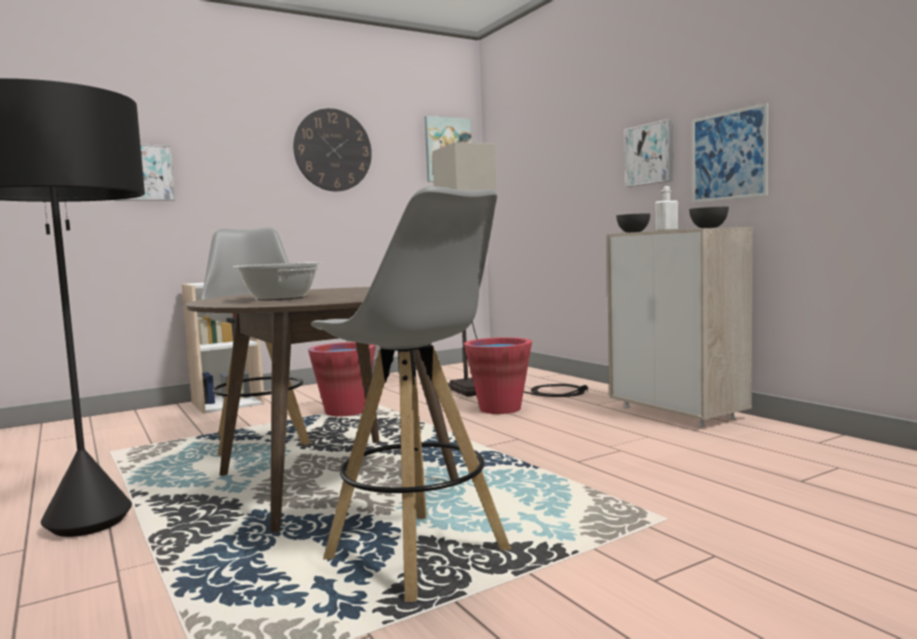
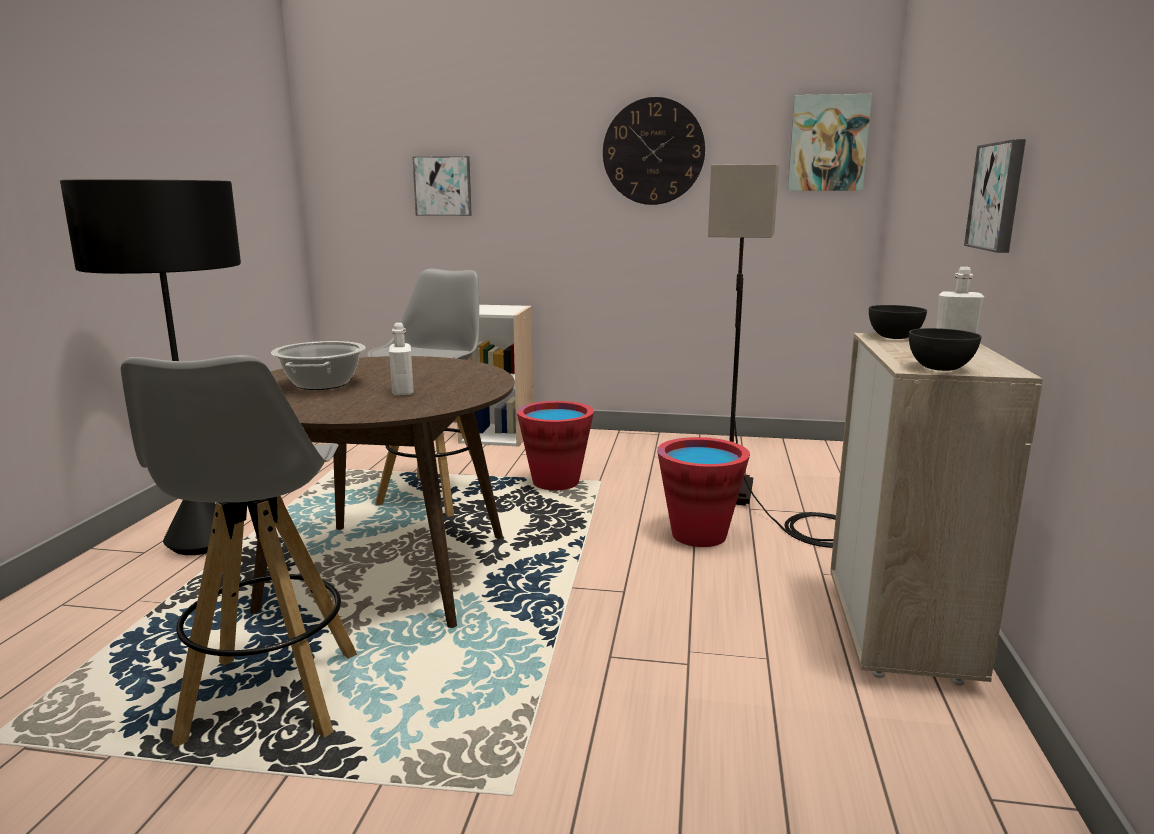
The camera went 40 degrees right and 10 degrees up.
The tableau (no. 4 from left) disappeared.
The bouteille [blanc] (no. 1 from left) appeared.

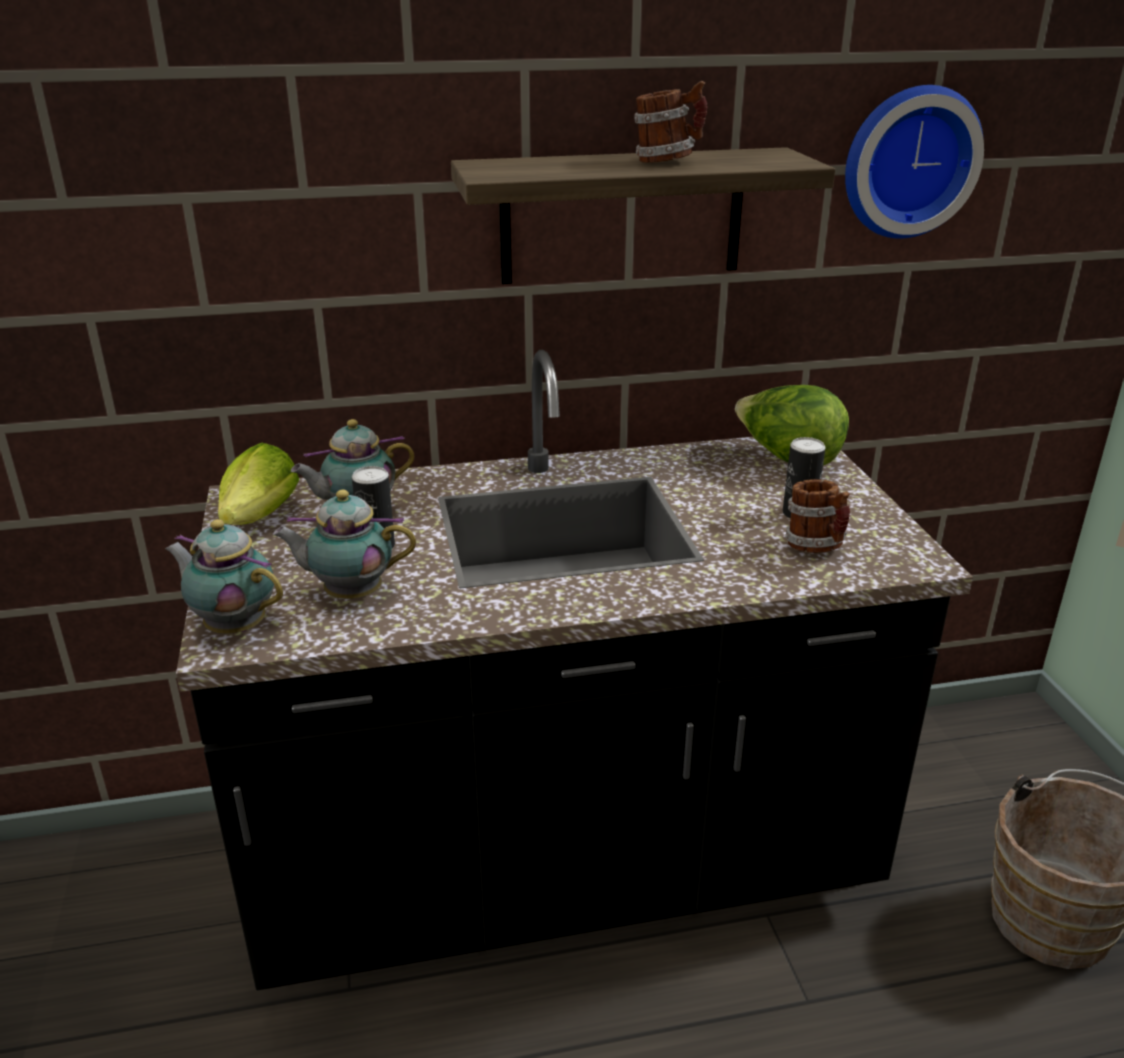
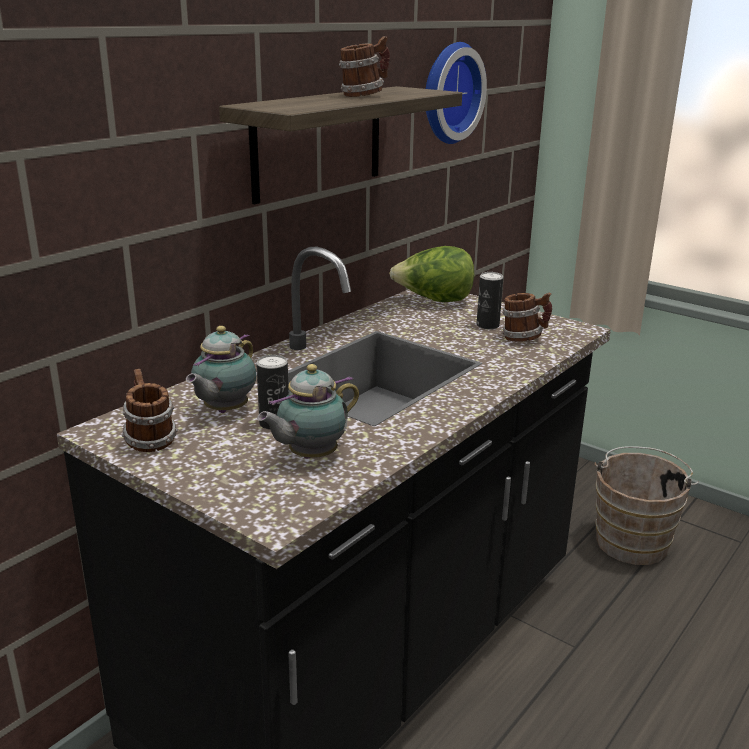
The camera went 40 degrees left and 5 degrees down.
The laitue (no. 1 from left) was replaced by the mug (no. 1 from left).
The théière (no. 1 from left) disappeared.

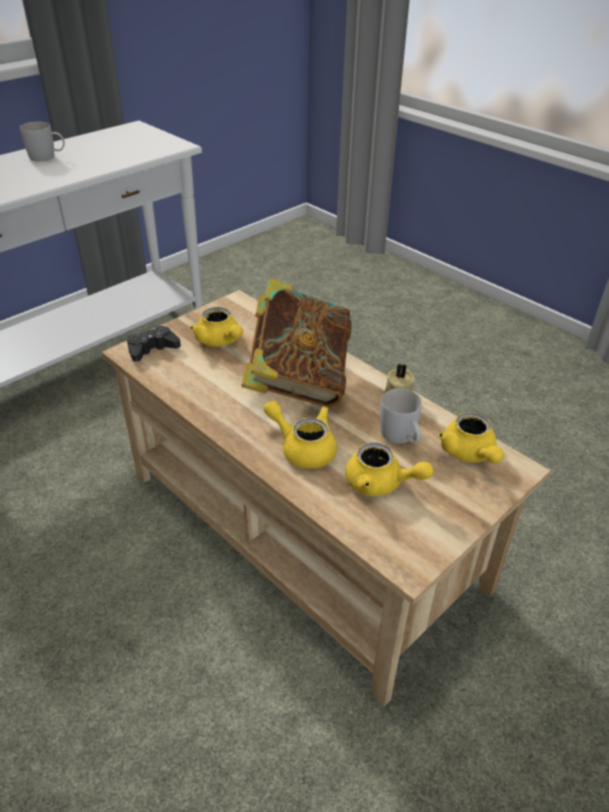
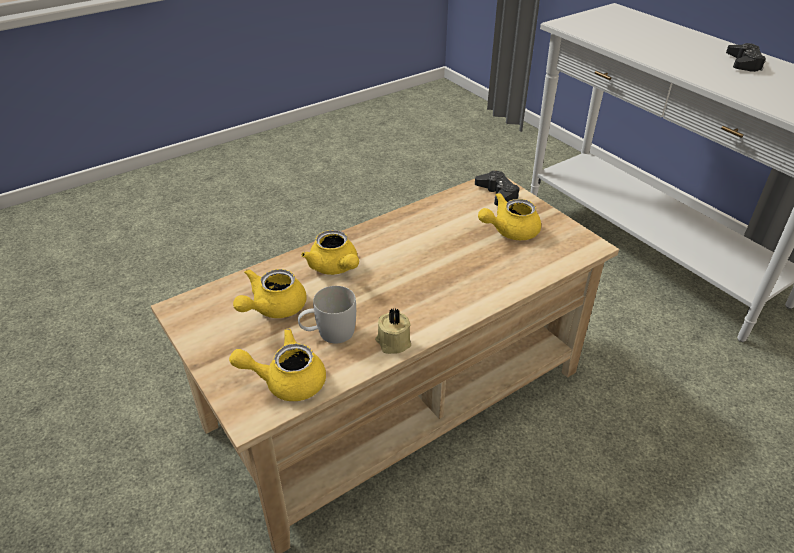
The camera went 100 degrees right and 0 degrees up.
The mug [blanc] (no. 1 from left) was replaced by the manette [noir] (no. 2 from left).
The livre disappeared.
The théière [jaune] (no. 2 from left in the first image) turned 105 degrees clockwise.

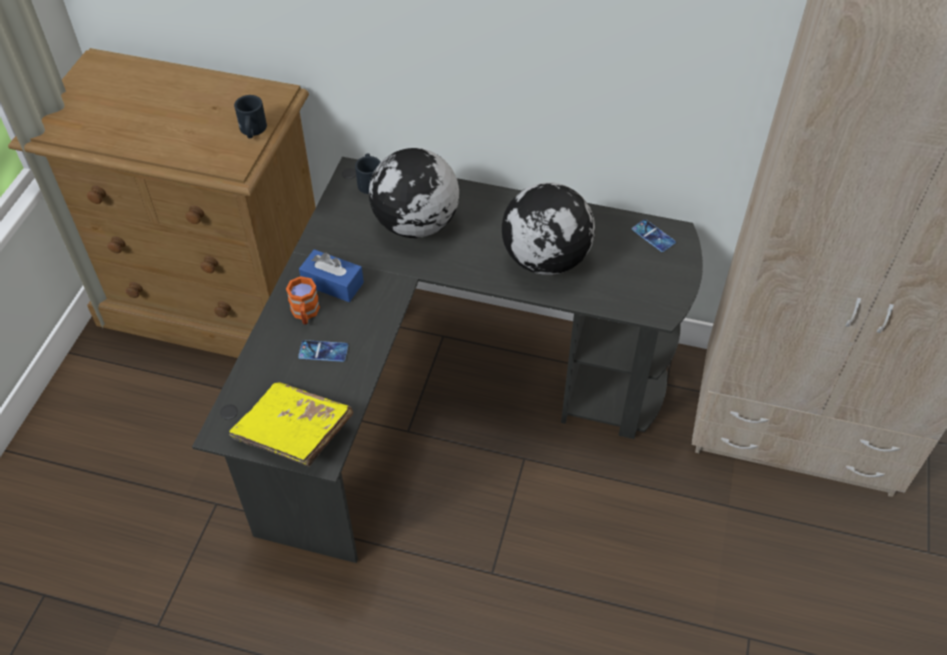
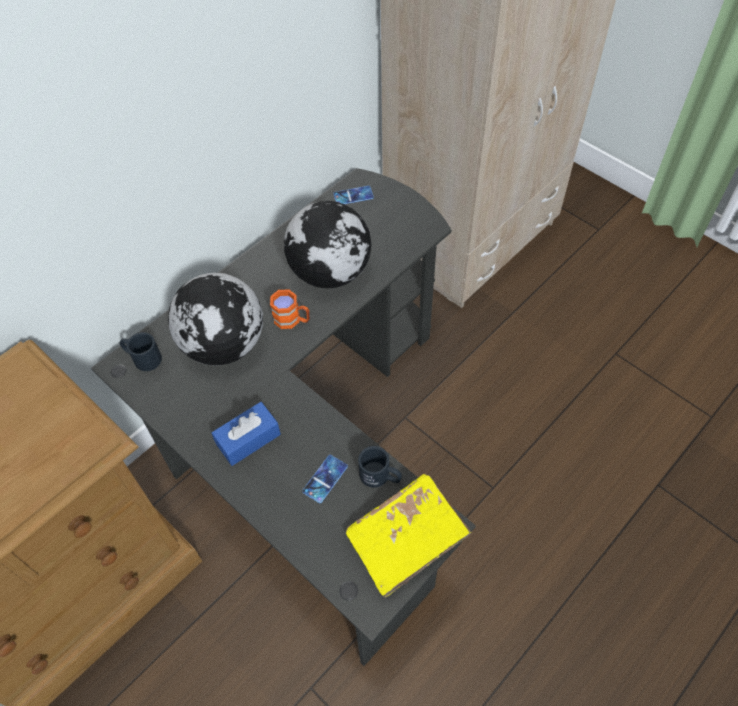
The camera went 60 degrees left and 5 degrees up.
The mug [noir] (no. 1 from left in the first image) moved.
The mug [orange] moved.

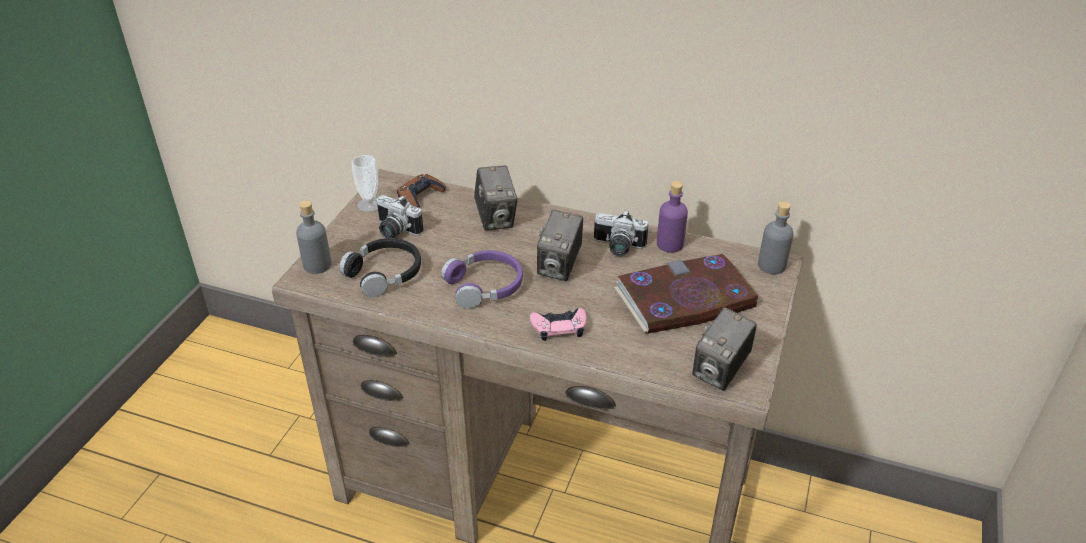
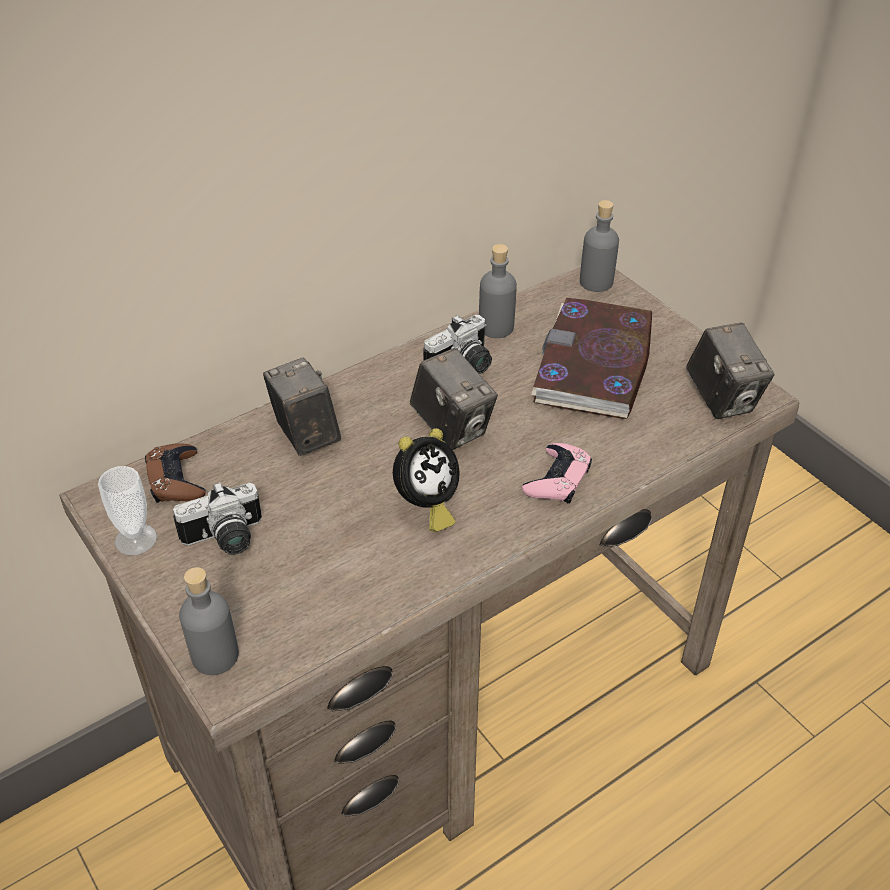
The camera went 55 degrees left and 5 degrees up.
The appareil photo (no. 2 from left) turned 135 degrees counterclockwise.
The bouteille [violet] became the bouteille [gris] (no. 2 from left).
The casque audio [noir] disappeared.
The casque audio [violet] was replaced by the réveil.

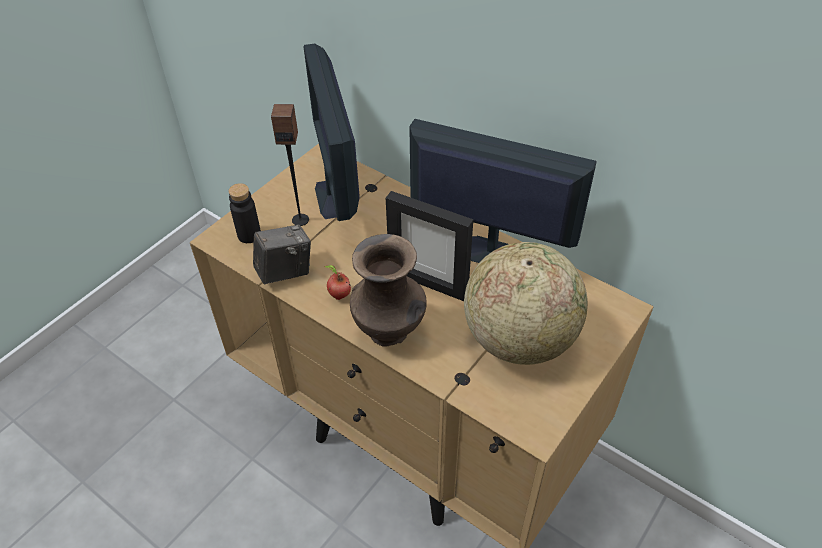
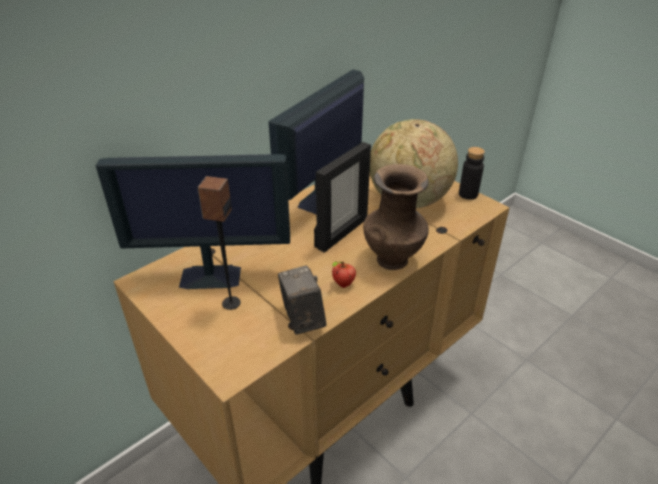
The camera went 80 degrees left and 10 degrees down.
The bouteille [noir] moved.

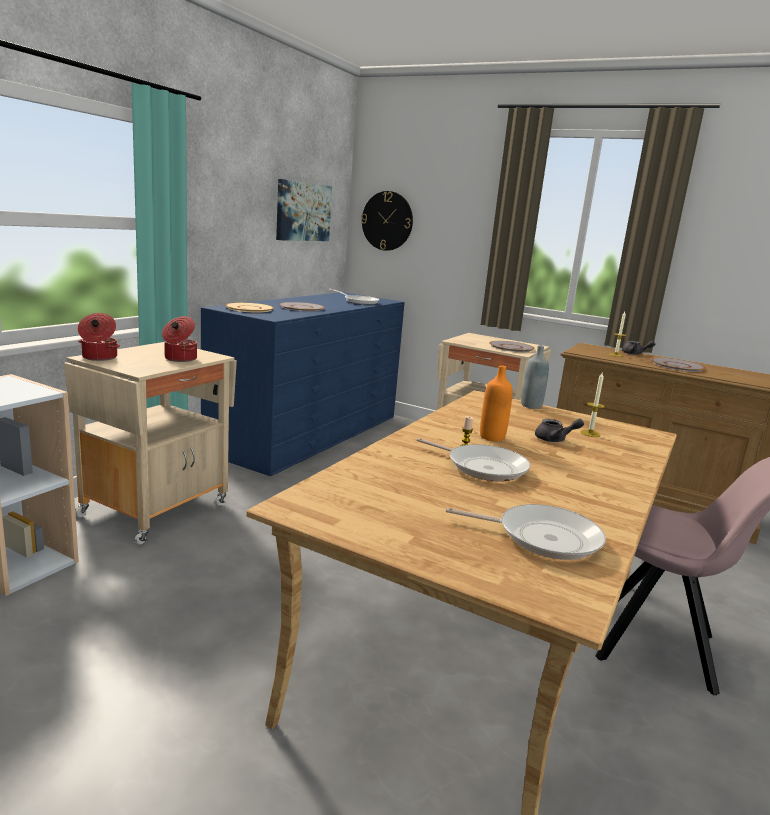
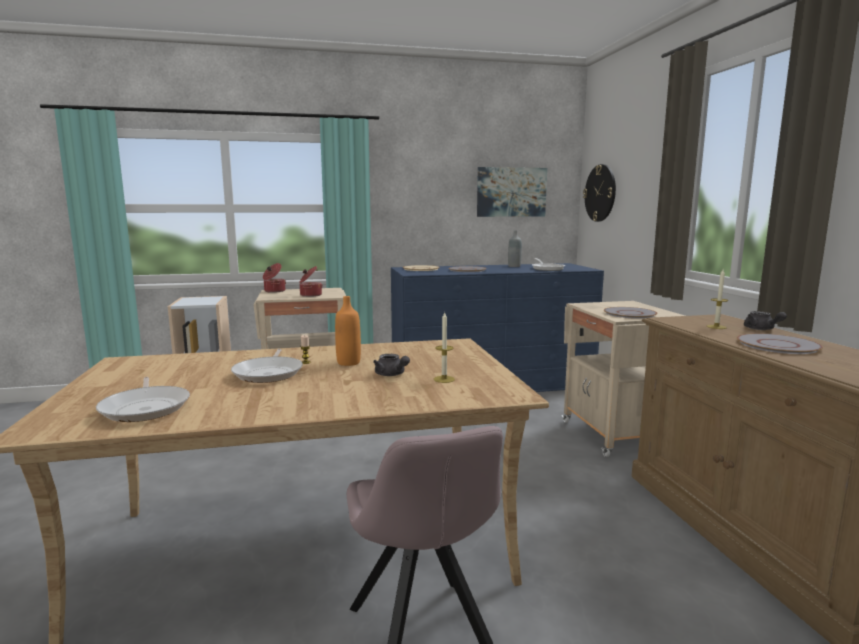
The camera went 50 degrees right and 5 degrees down.
The bouteille [gris] moved.

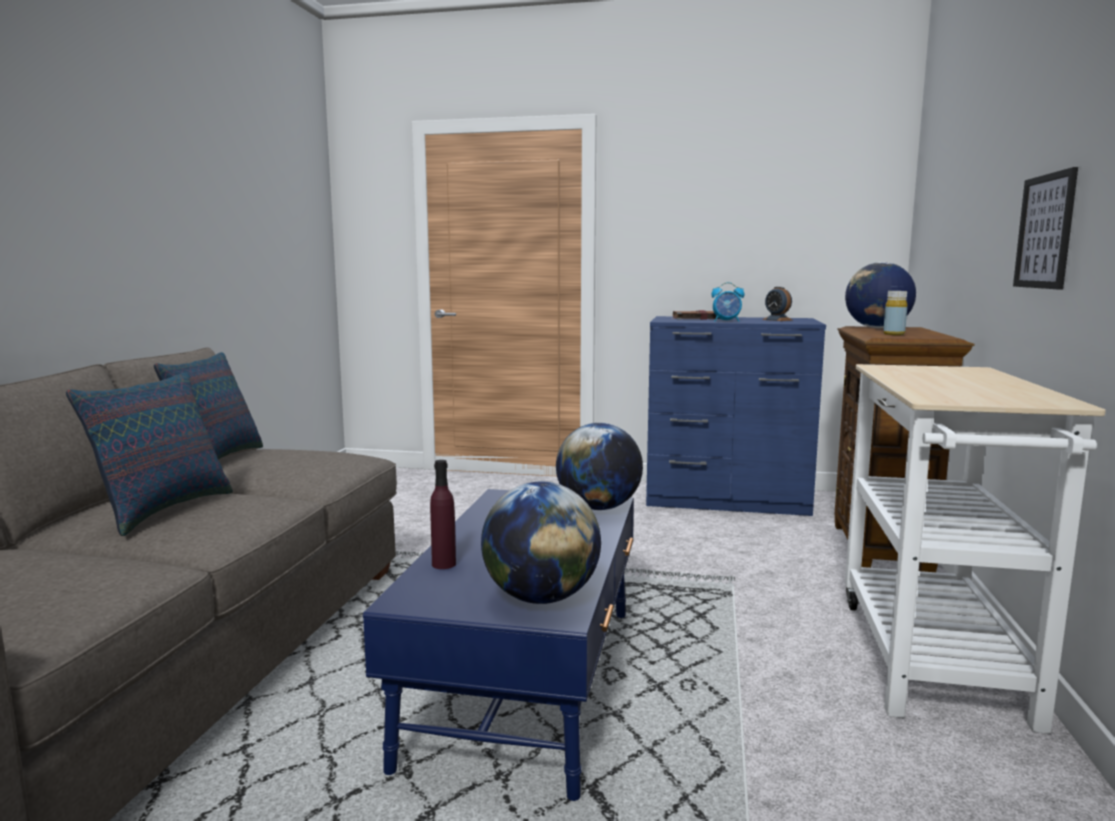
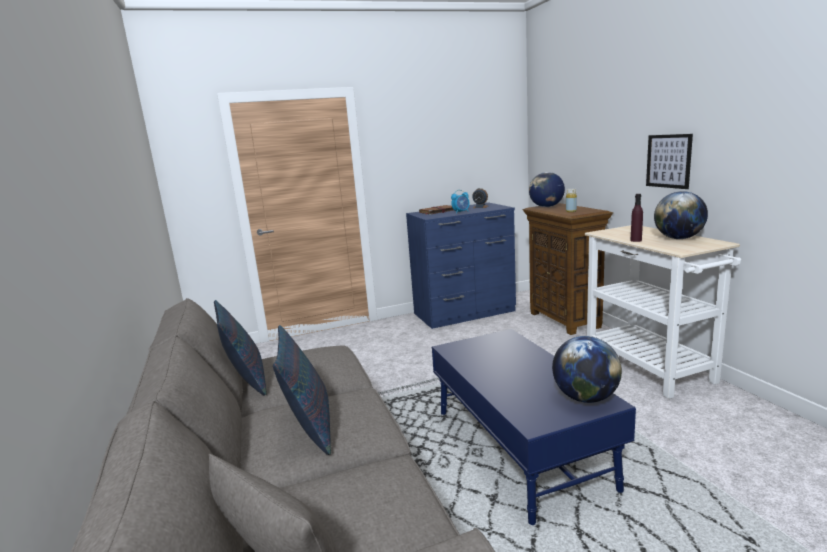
The camera went 30 degrees left and 5 degrees up.
The globe (no. 2 from left in the first image) moved.
The bouteille [violet] moved.

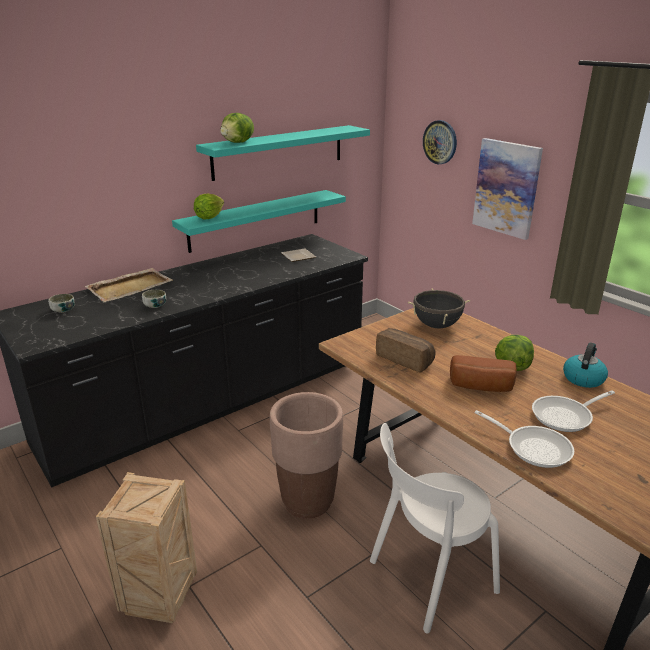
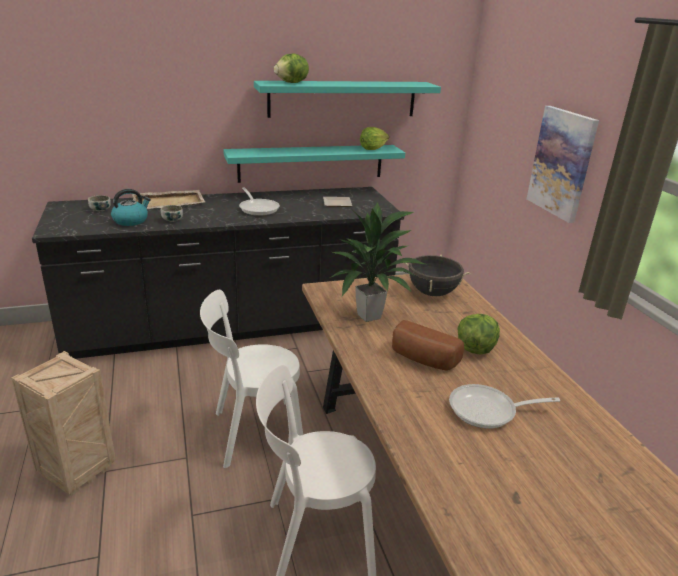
The camera went 20 degrees right and 0 degrees up.
The horloge murale disappeared.
The laitue (no. 1 from left in the first image) moved.
The pain (no. 1 from left) was replaced by the plante en pot.
The bouilloire moved.
The cache-pot [marron] was replaced by the chaise [blanc] (no. 1 from left).
The poêle (no. 1 from left) moved.

